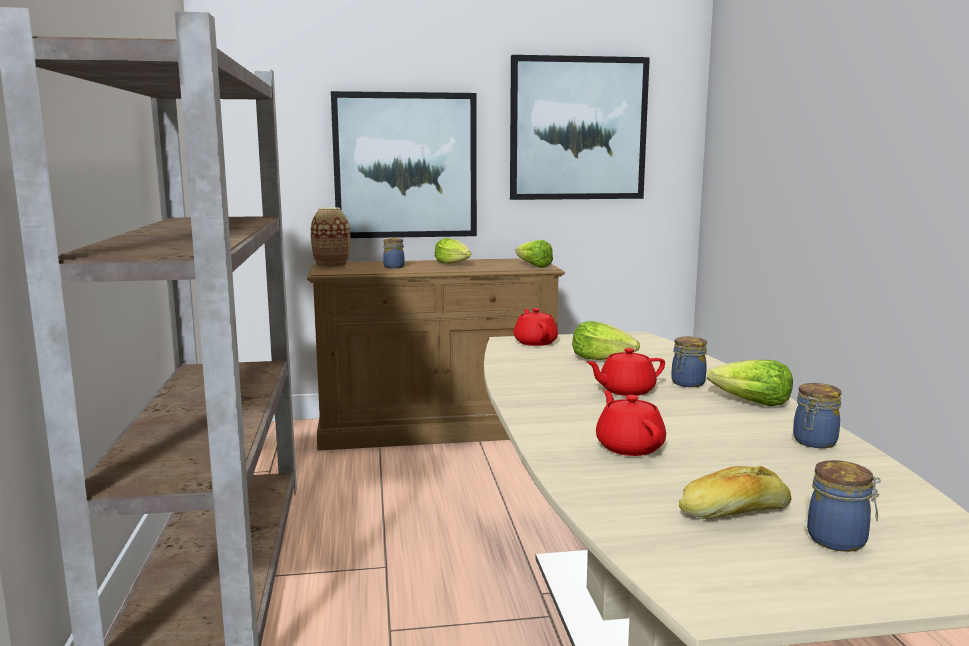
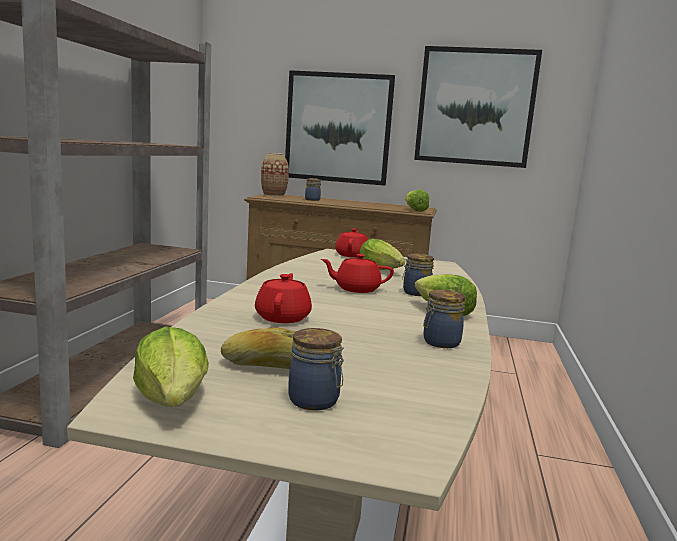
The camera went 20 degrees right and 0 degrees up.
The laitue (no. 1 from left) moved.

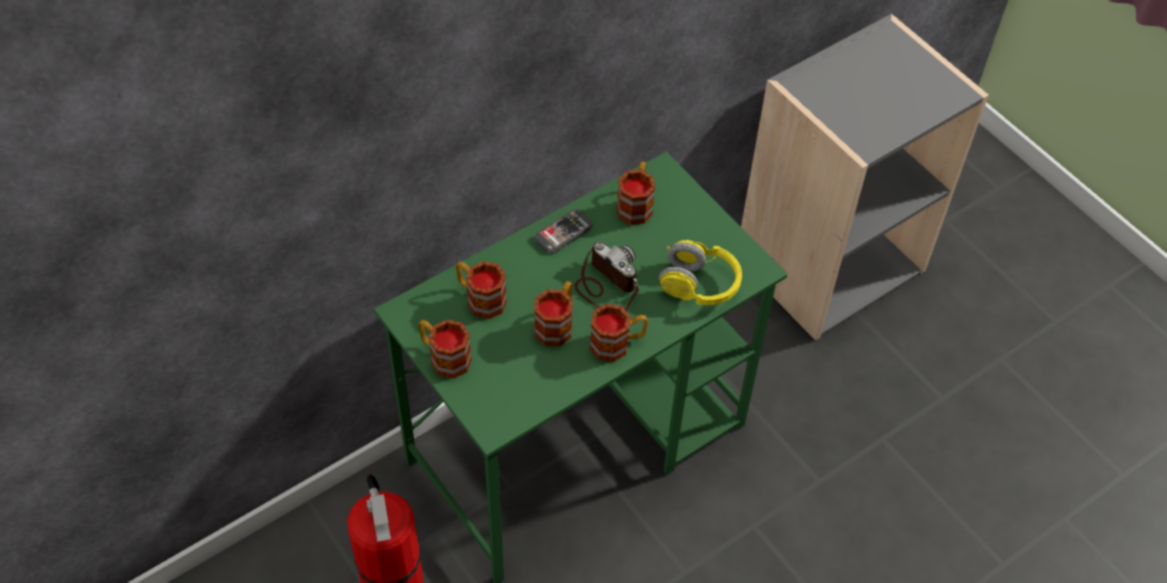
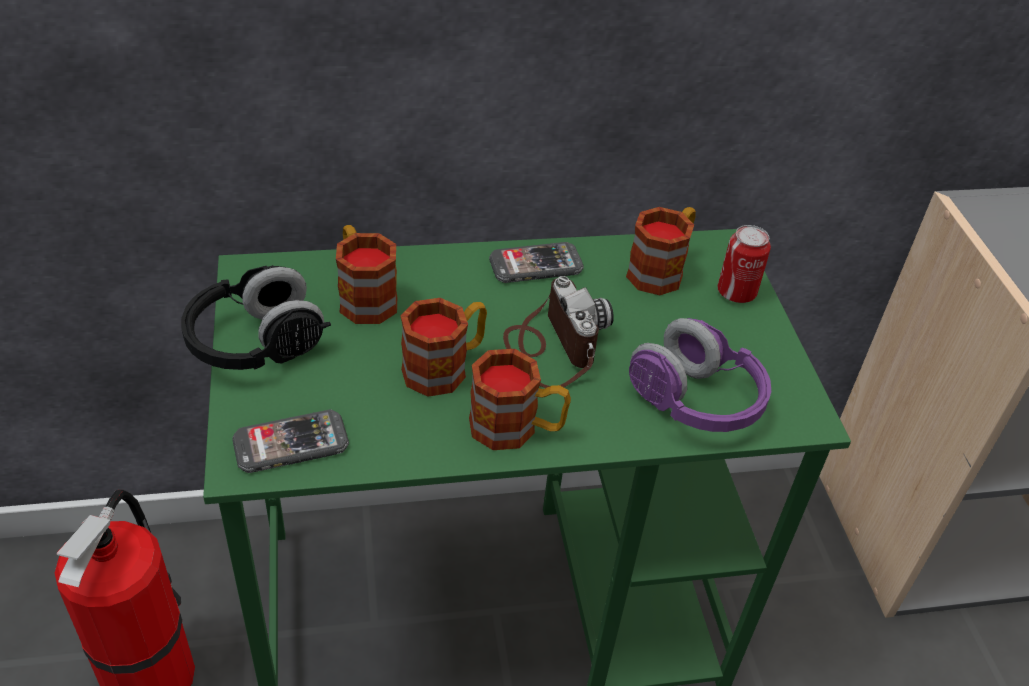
The camera went 25 degrees right and 10 degrees down.
The casque audio [jaune] became the casque audio [violet].
The mug (no. 1 from left) was replaced by the casque audio [noir].
The boîte métallique appeared.
The téléphone (no. 1 from left) appeared.

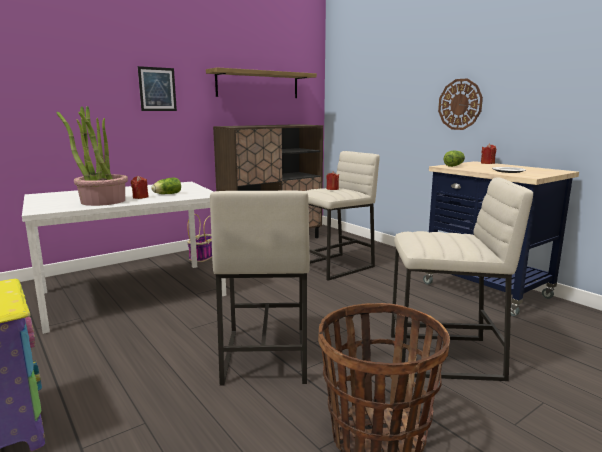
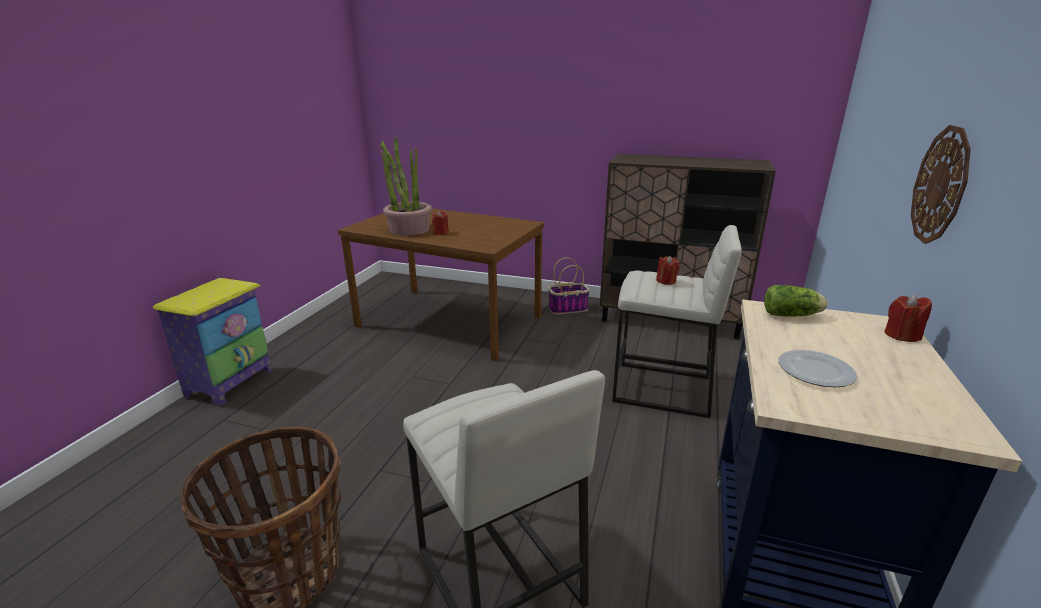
The camera went 55 degrees right and 10 degrees up.
The tableau disappeared.
The étagère disappeared.
The laitue (no. 1 from left) disappeared.
The table à manger [blanc] became the table à manger [marron].
The tabouret [beige] (no. 1 from left) disappeared.

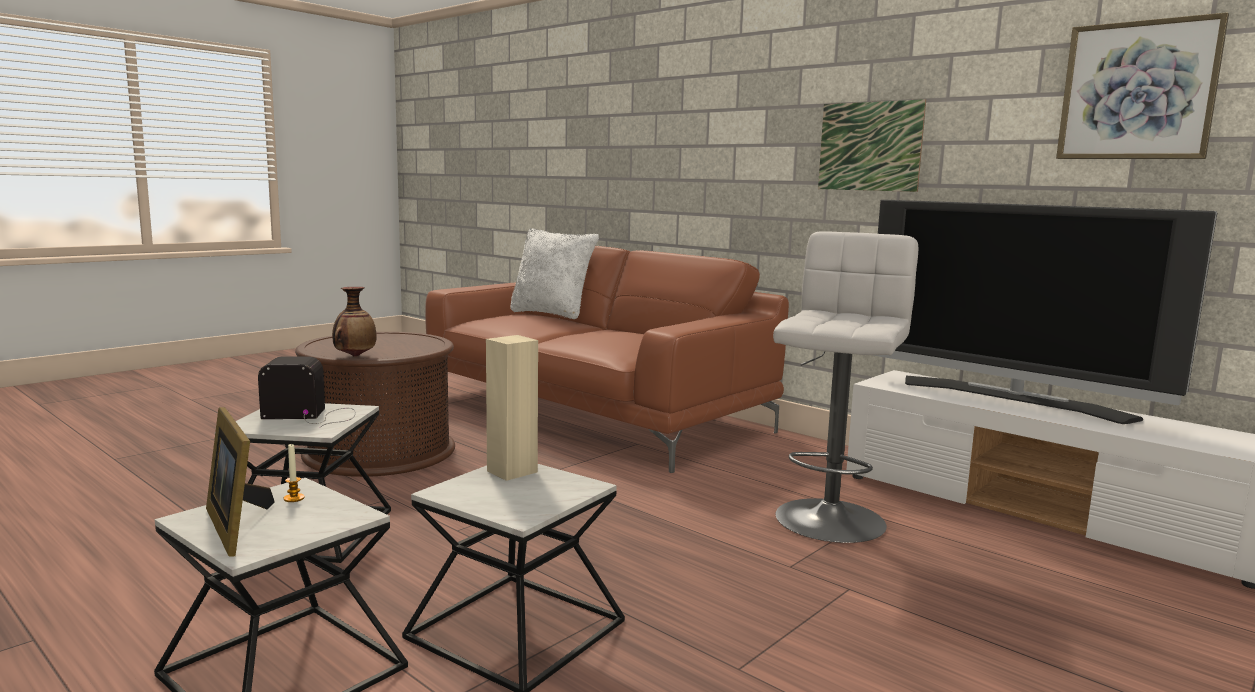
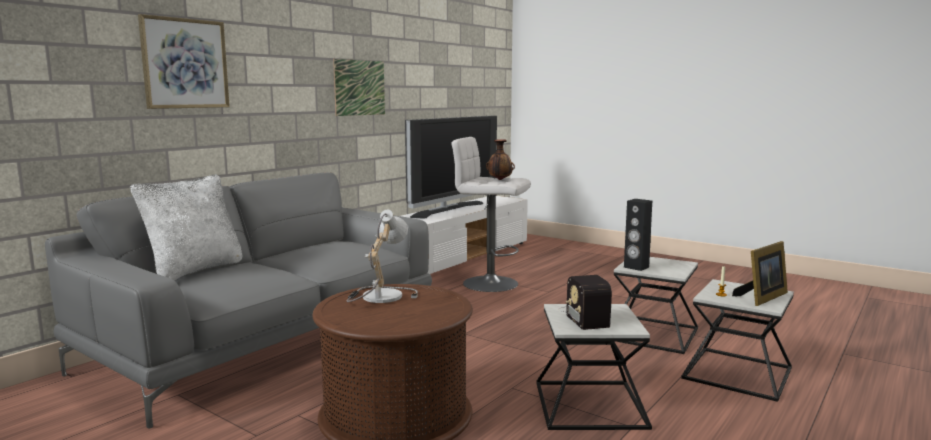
The camera went 95 degrees left and 0 degrees up.
The tableau (no. 2 from left in the first image) moved.
The canapé [marron] became the canapé [gris].
The vase moved.
The enceinte [beige] became the enceinte [noir].
The lampe de table appeared.

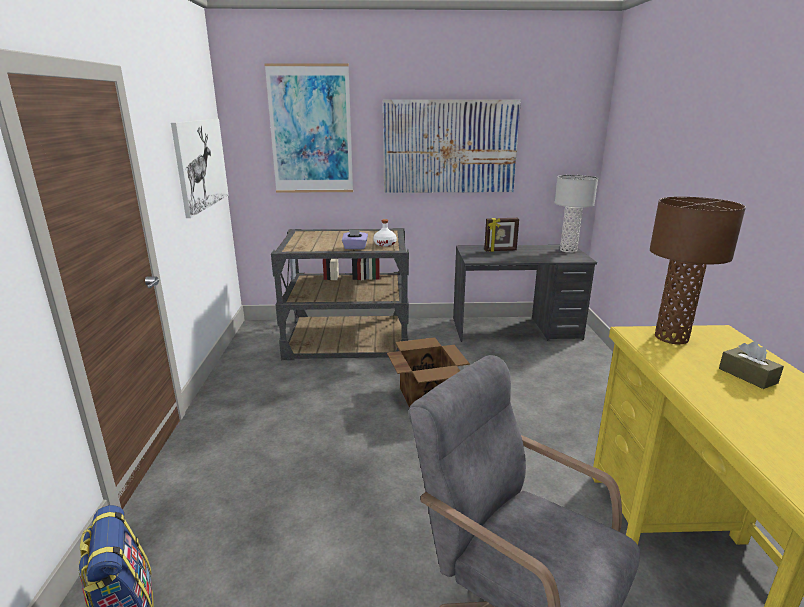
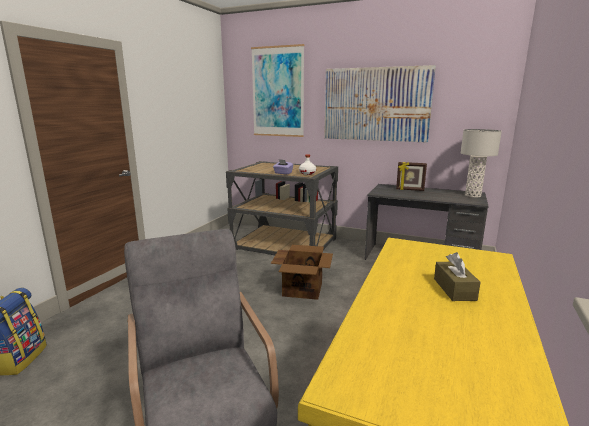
The camera went 25 degrees right and 5 degrees down.
The tableau (no. 1 from left) disappeared.
The lampe de table [marron] disappeared.

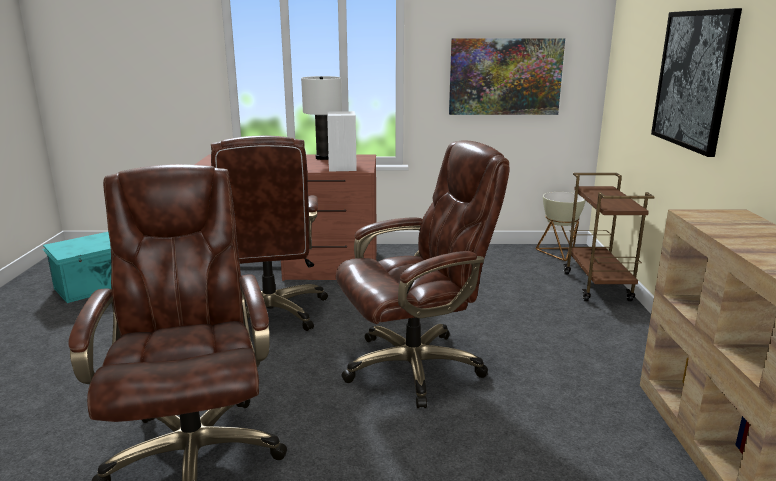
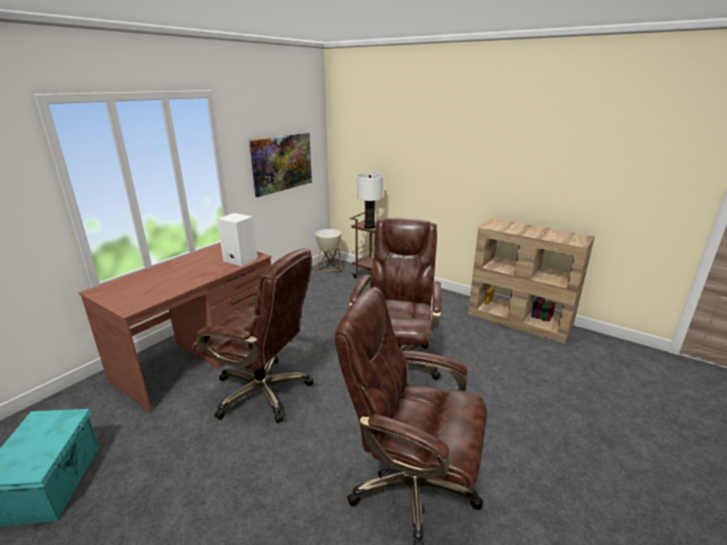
The camera went 55 degrees left and 5 degrees up.
The tableau (no. 2 from left) disappeared.
The lampe de table [blanc] moved.

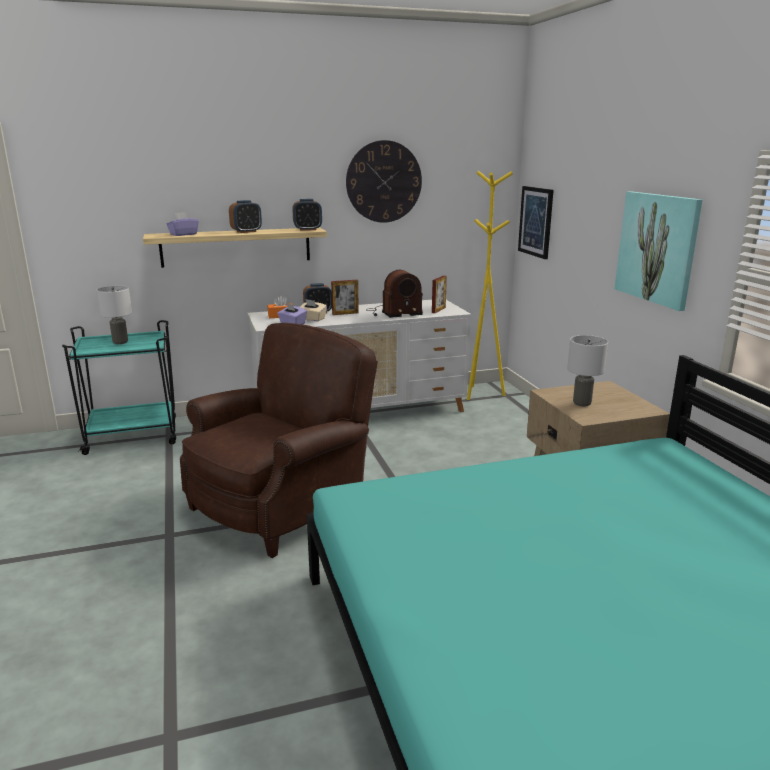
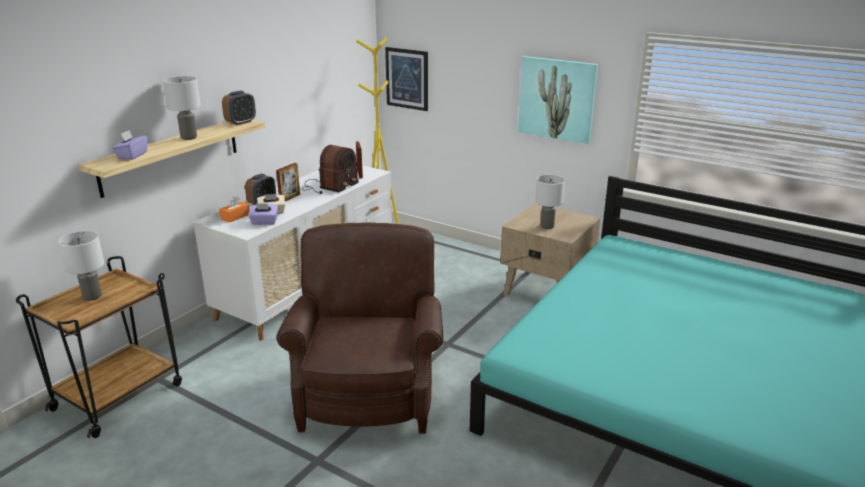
The camera went 40 degrees left and 5 degrees up.
The horloge murale disappeared.
The réveil (no. 1 from left) was replaced by the lampe de table [blanc] (no. 2 from left).
The chariot [turquoise] became the chariot [marron].

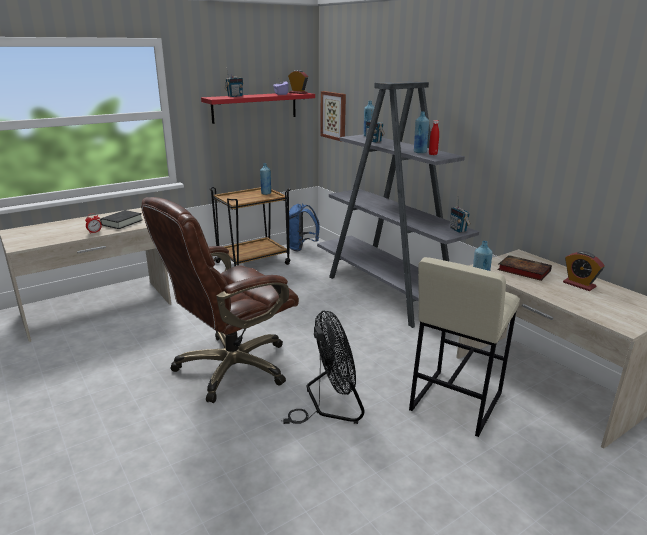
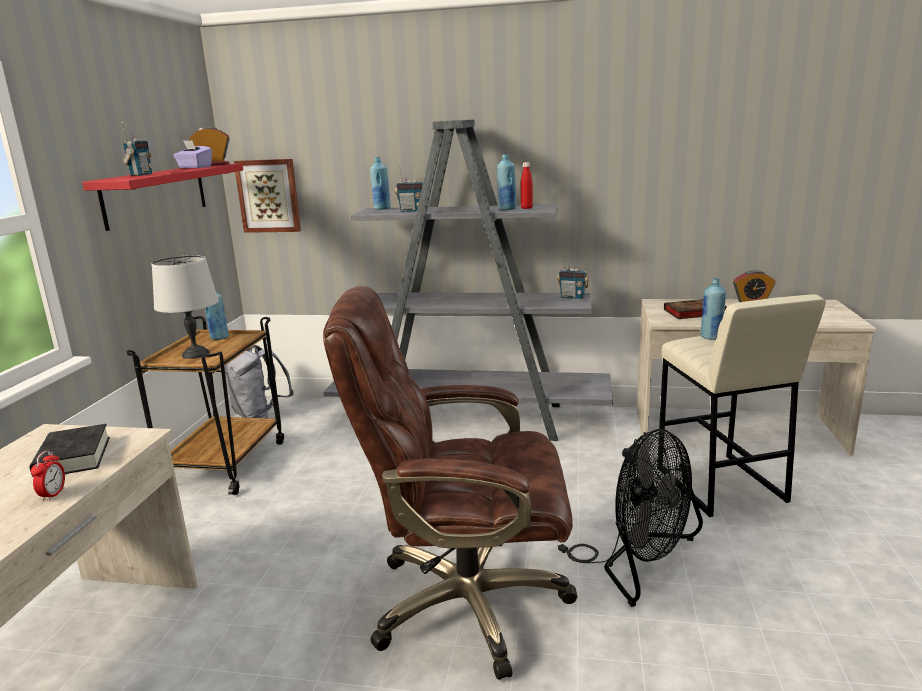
The camera went 45 degrees left and 5 degrees down.
The chaise de bureau [marron] turned 90 degrees clockwise.
The sac à dos [bleu] became the sac à dos [gris].
The ventilateur [noir] turned 105 degrees clockwise.
The lampe de table [gris] appeared.

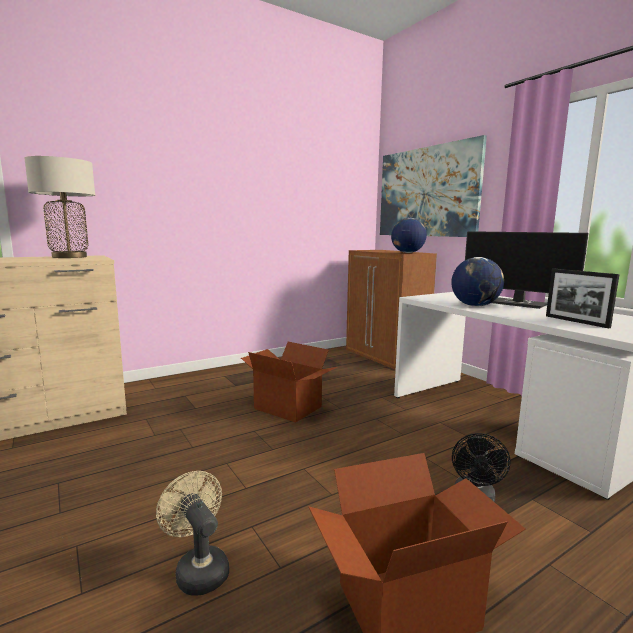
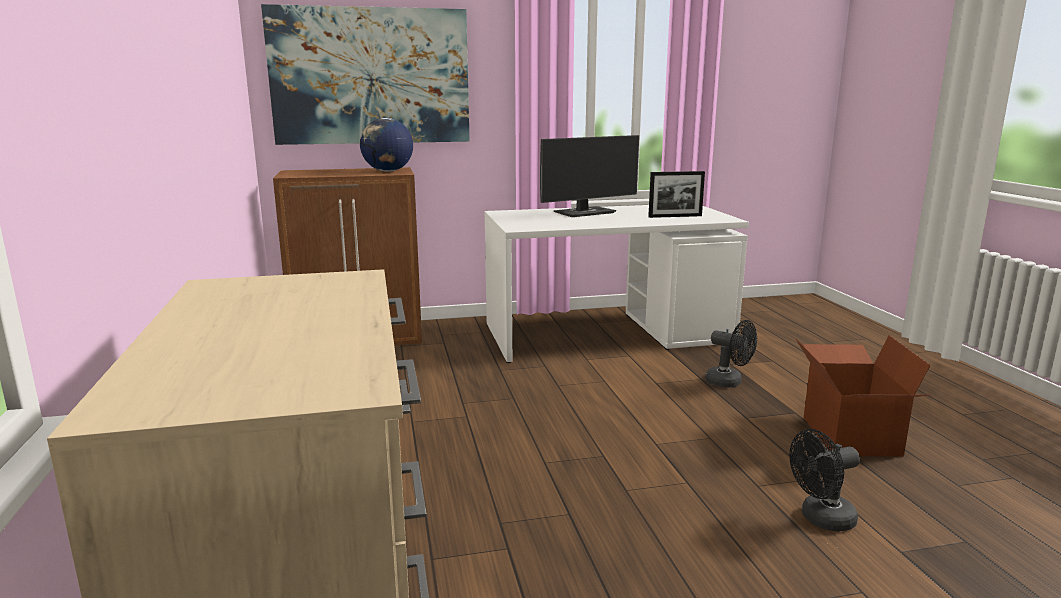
The camera went 70 degrees left and 5 degrees up.
The lampe de table disappeared.
The globe (no. 2 from left) disappeared.
The carton (no. 1 from left) disappeared.
The ventilateur [beige] became the ventilateur [noir] (no. 2 from left).

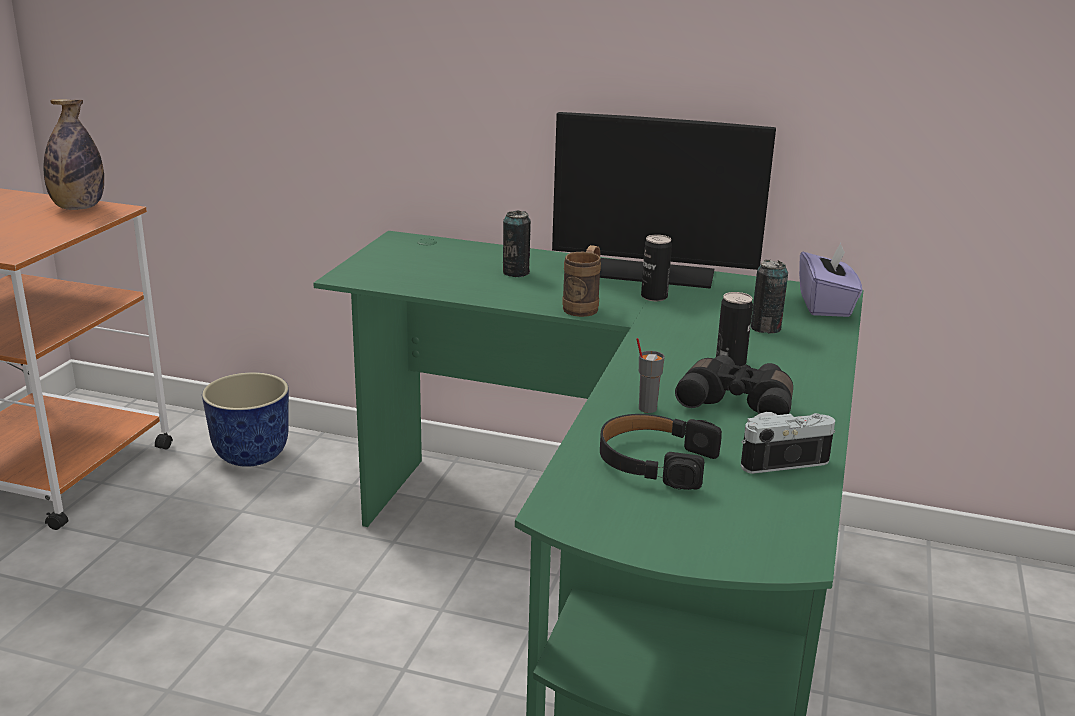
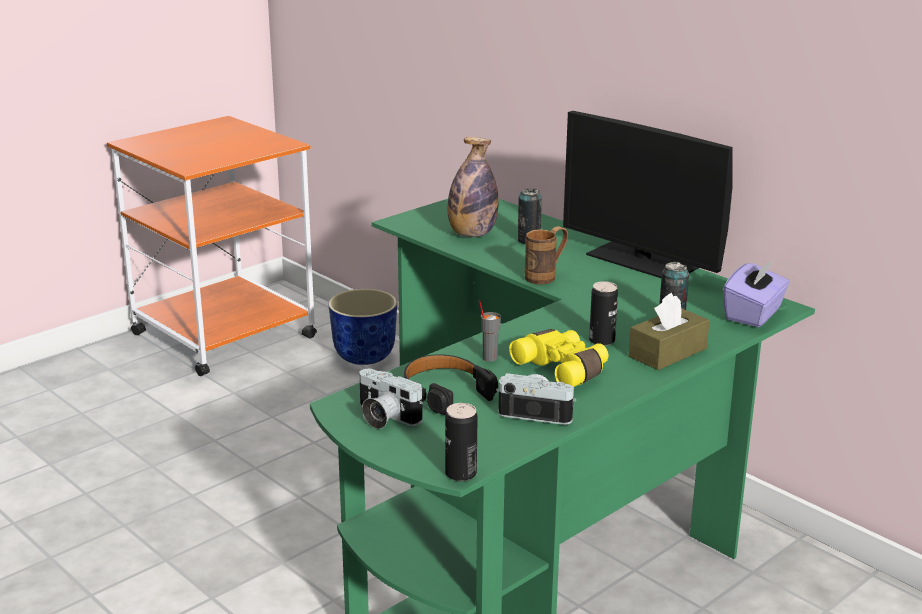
The camera went 30 degrees right and 0 degrees up.
The bouteille moved.
The boîte métallique (no. 2 from left in the first image) moved.
The jumelles [noir] became the jumelles [jaune].
The boîte à mouchoirs [marron] appeared.
The appareil photo (no. 1 from left) appeared.

